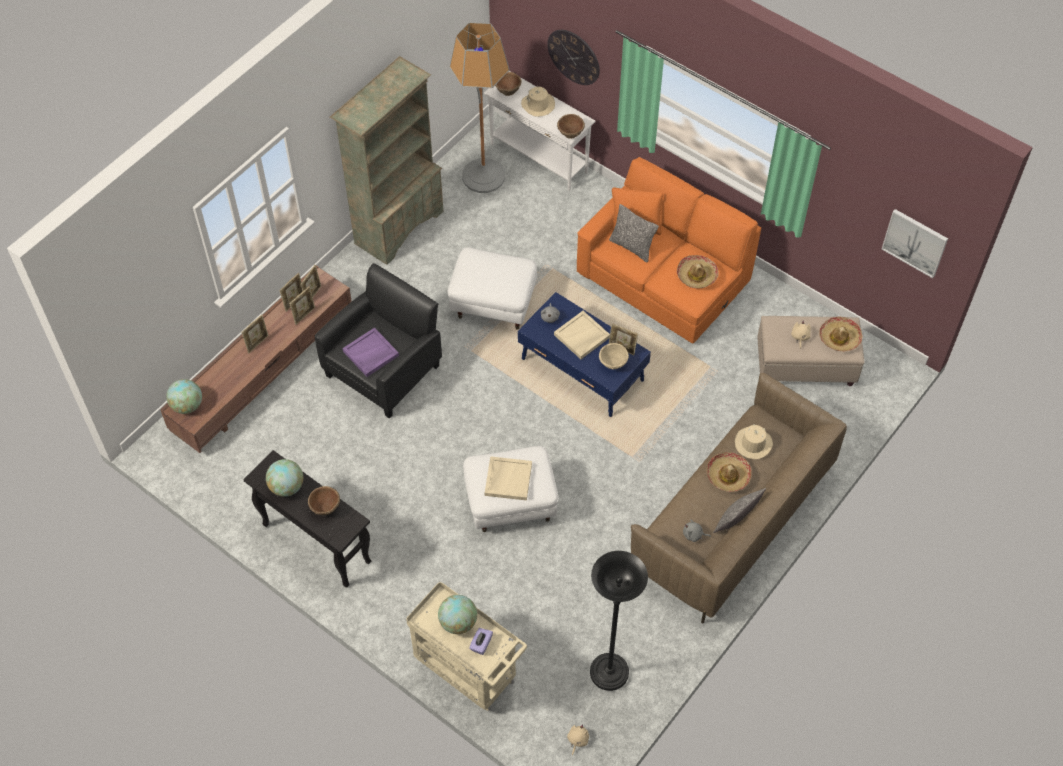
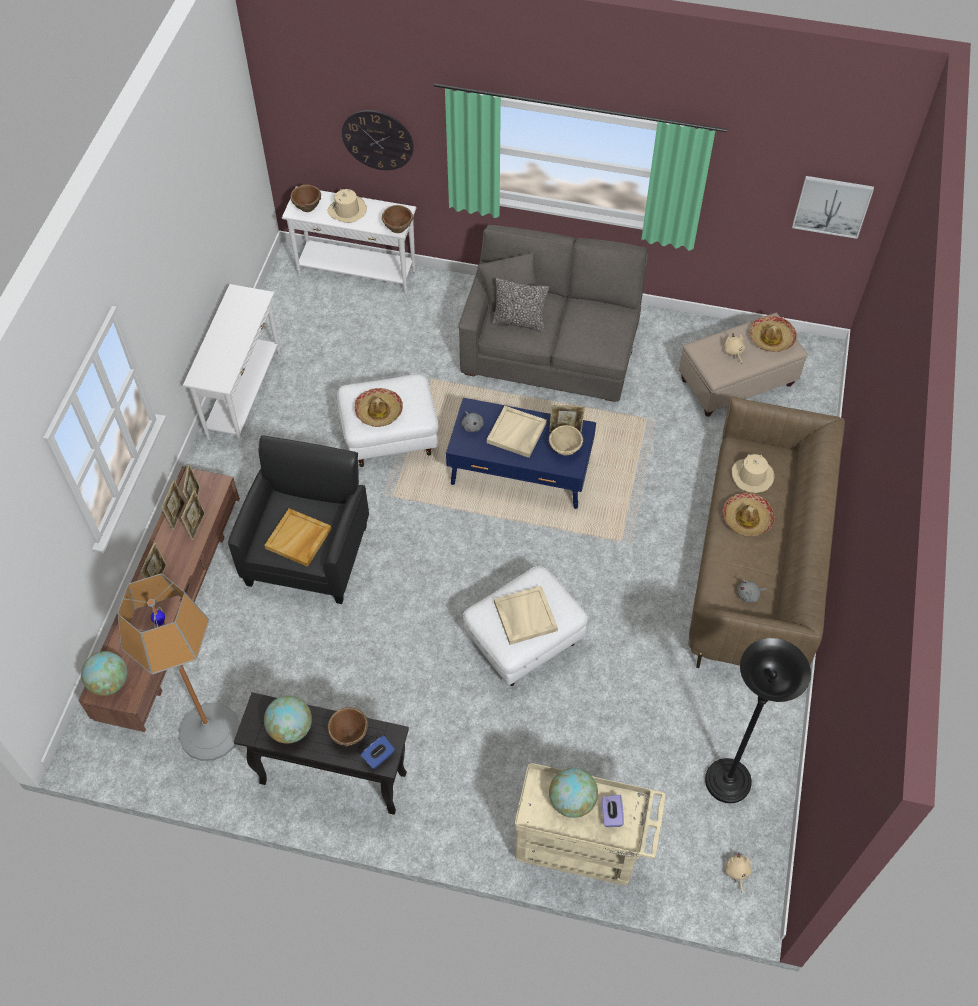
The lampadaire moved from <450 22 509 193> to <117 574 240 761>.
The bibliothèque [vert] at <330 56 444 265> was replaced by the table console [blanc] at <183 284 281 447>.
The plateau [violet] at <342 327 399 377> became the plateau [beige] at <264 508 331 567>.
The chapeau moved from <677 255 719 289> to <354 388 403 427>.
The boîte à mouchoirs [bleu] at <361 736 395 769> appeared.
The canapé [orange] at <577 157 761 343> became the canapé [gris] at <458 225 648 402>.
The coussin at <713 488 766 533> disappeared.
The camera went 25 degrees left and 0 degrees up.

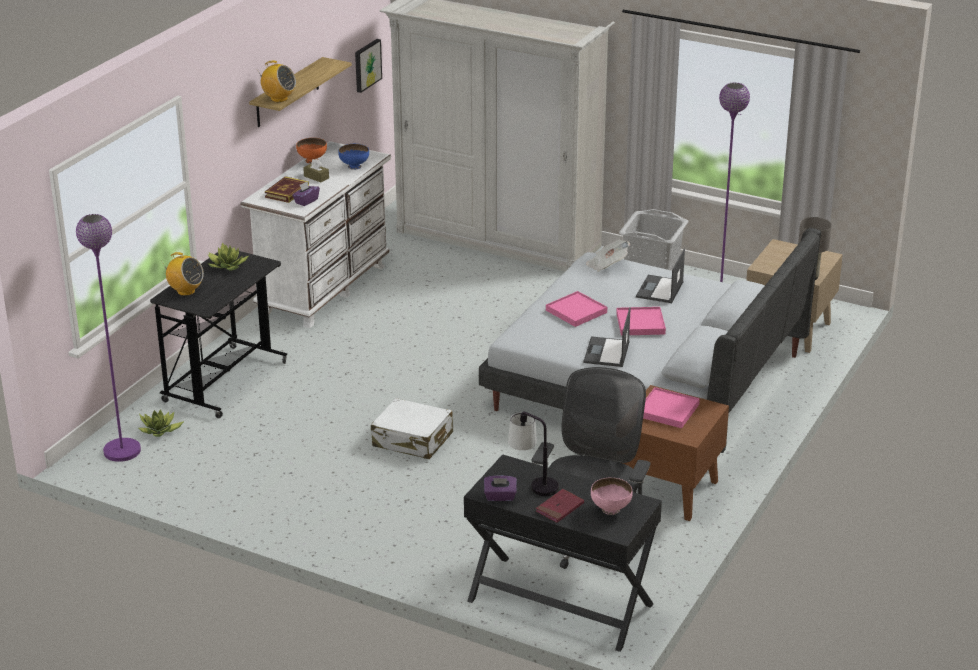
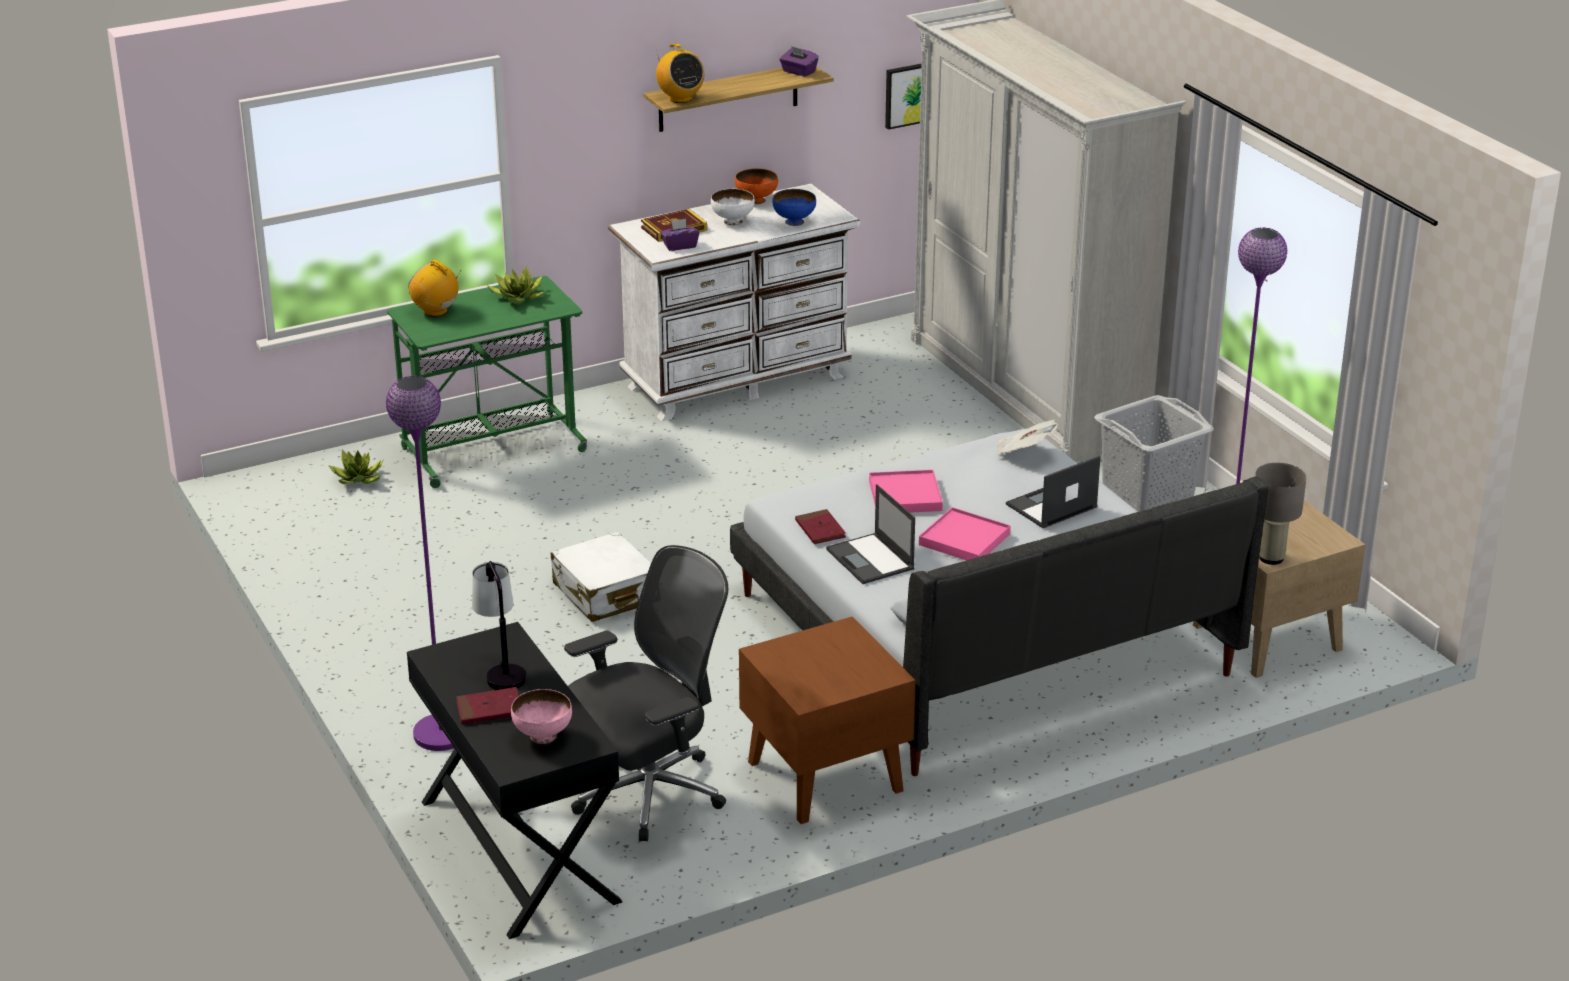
The lampadaire [violet] moved from <76 214 141 462> to <386 376 454 751>.
The bureau [noir] at <150 251 287 418> became the bureau [vert] at <387 276 587 488>.
The radio at <162 252 204 296> turned 150 degrees clockwise.
The boîte à mouchoirs [marron] at <303 159 329 182> was replaced by the bol [blanc] at <711 189 755 226>.
The boîte à mouchoirs [violet] moved from <484 475 517 501> to <780 46 819 77>.
The livre [rouge] at <795 509 846 544> appeared.
The ordinateur portable at <583 307 631 367> turned 75 degrees counterclockwise.
The plateau [rose] at <643 387 700 428> disappeared.
The camera went 35 degrees right and 0 degrees up.

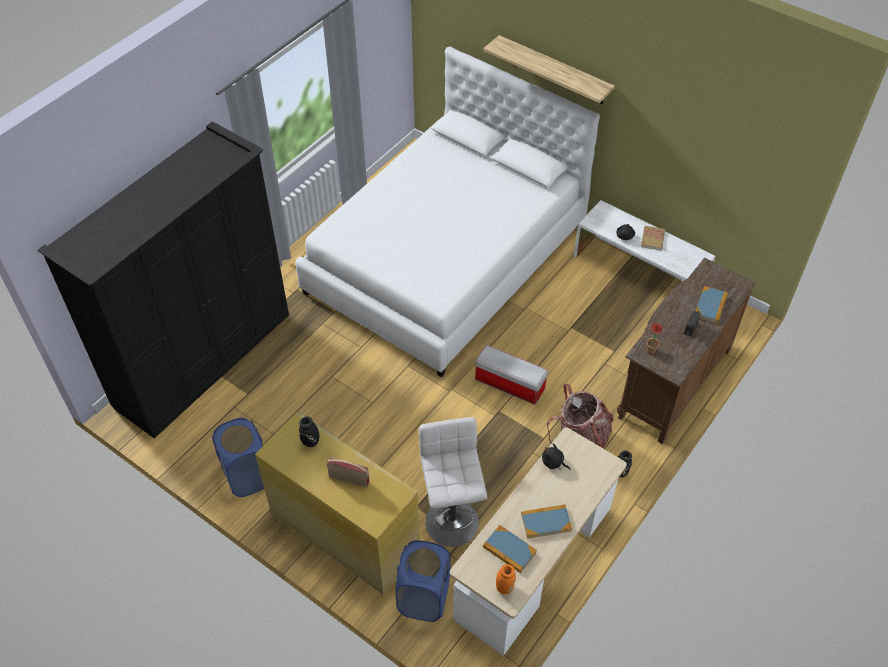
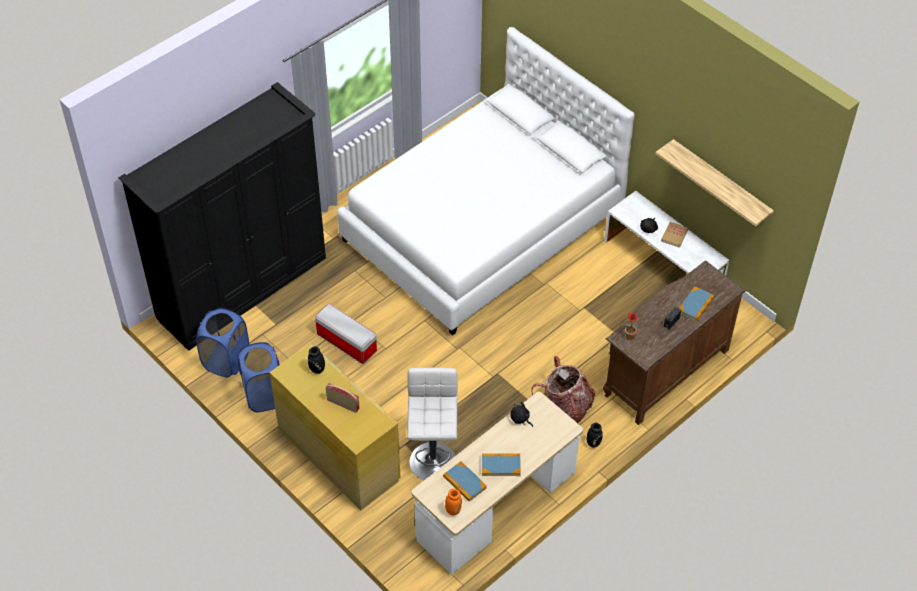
The panier à linge [bleu] moved from <395 540 451 622> to <196 308 249 378>.
The boîte de rangement moved from <475 345 548 405> to <315 304 377 364>.
The étagère moved from <483 35 615 104> to <656 139 774 226>.
The camera went 10 degrees right and 0 degrees up.

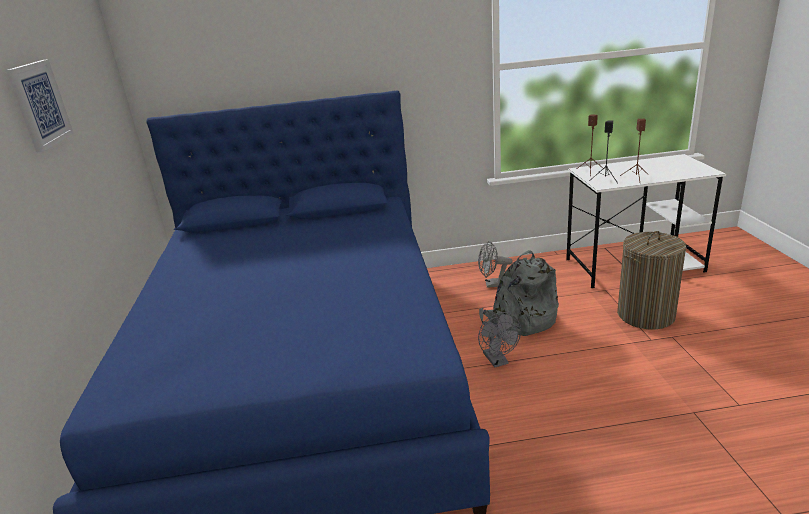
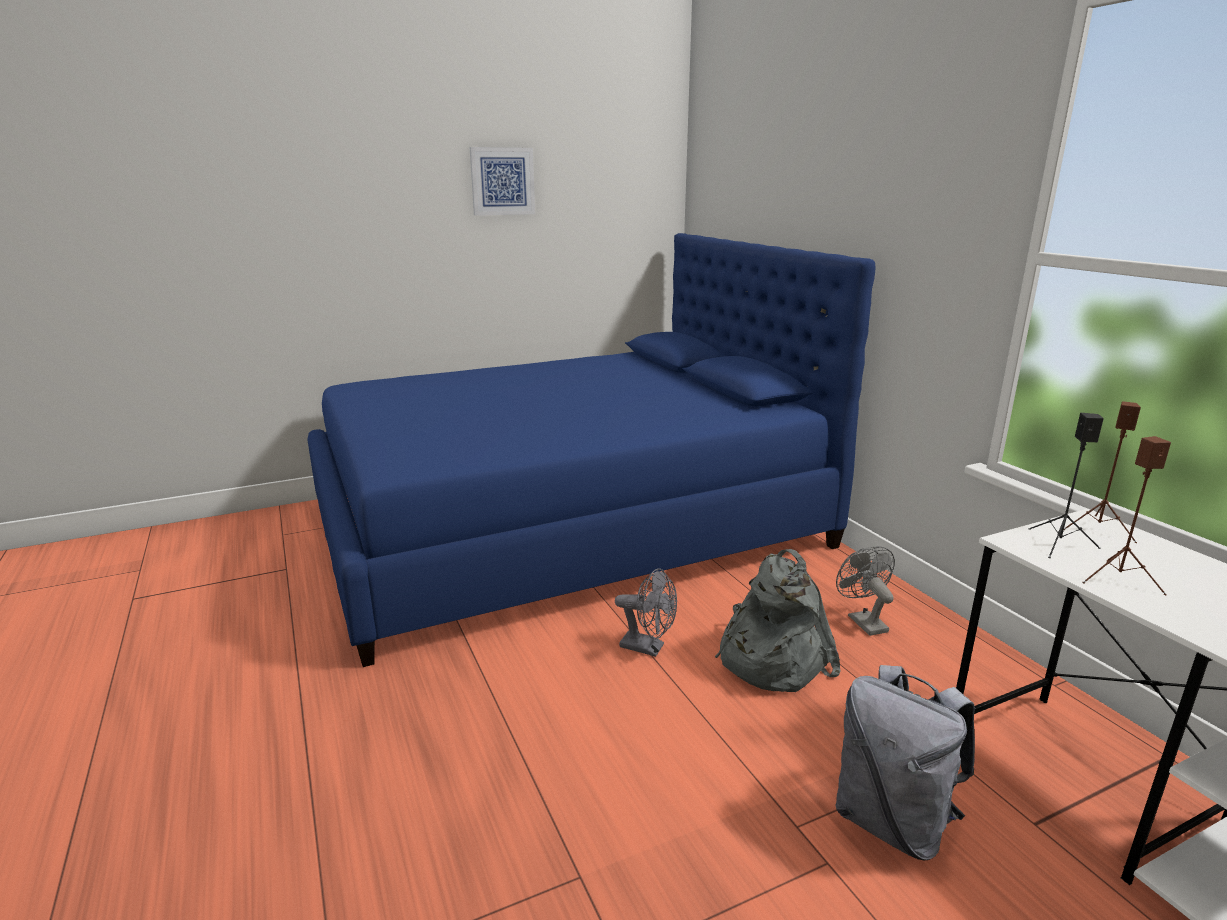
The ventilateur [gris] at <478 312 521 368> turned 120 degrees counterclockwise.
The panier à linge at <617 231 686 329> was replaced by the sac à dos [gris] at <835 665 975 860>.
The camera went 70 degrees right and 5 degrees down.

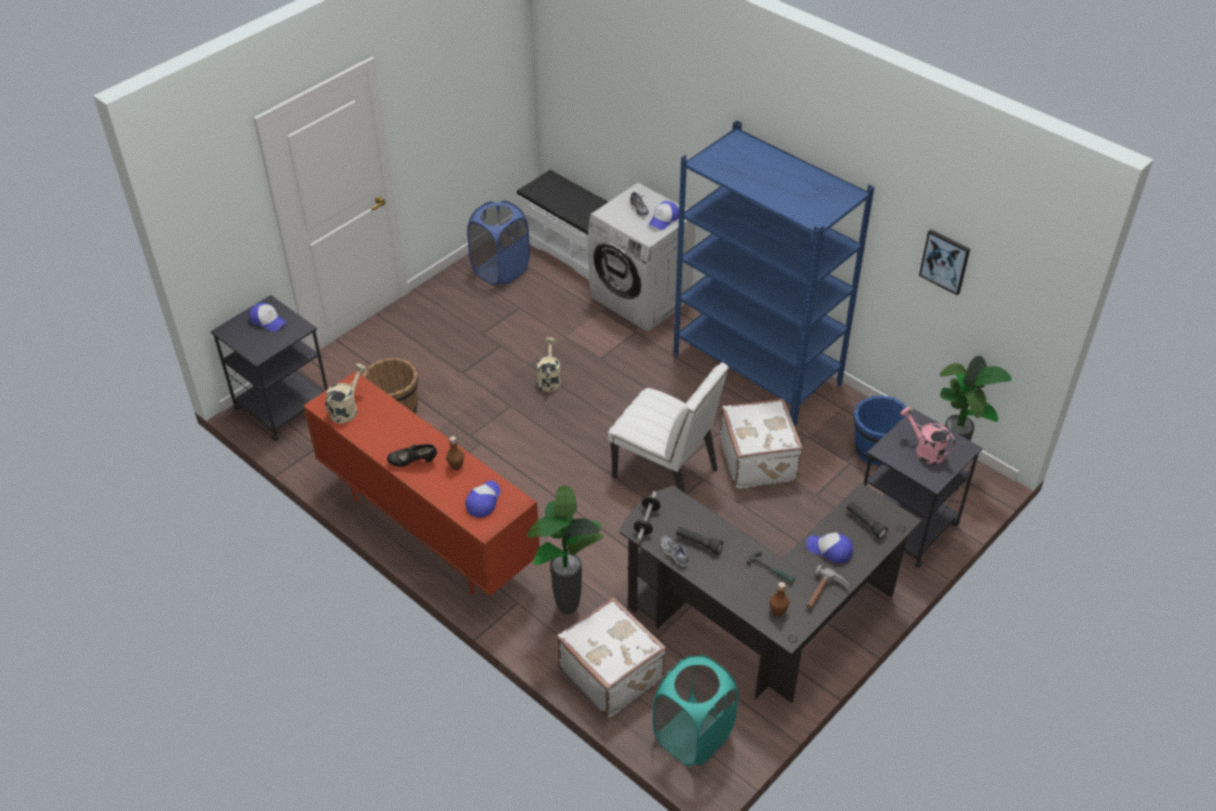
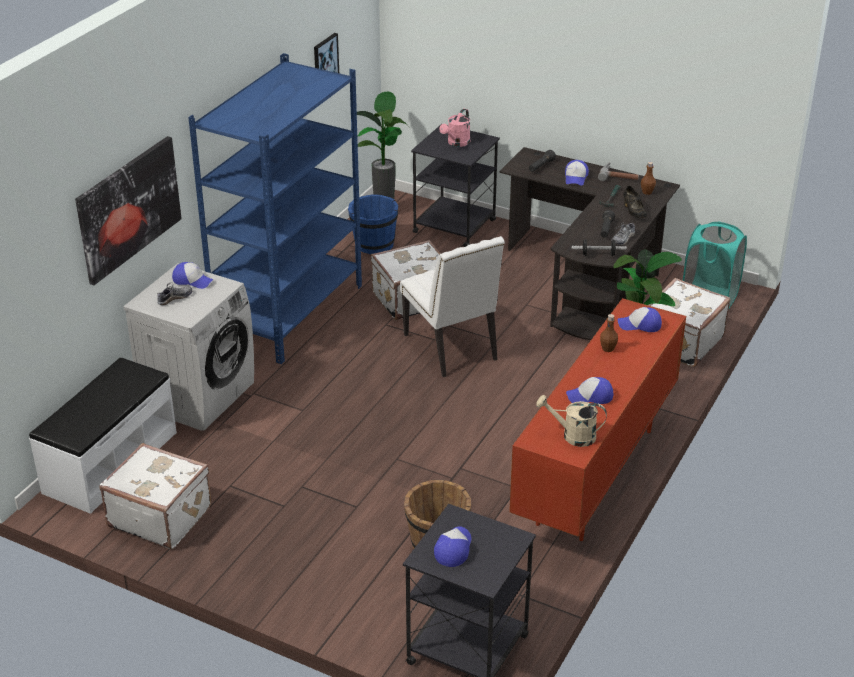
The tableau at <75 136 182 285> appeared.
The panier à linge [bleu] at <467 201 530 285> was replaced by the valise [blanc] at <99 443 211 549>.
The chaise [blanc] at <608 362 729 493> turned 135 degrees clockwise.
The casquette at <566 377 613 404> appeared.
The chaussure [noir] moved from <387 444 437 467> to <623 186 647 218>.
The arrosoir [beige] at <537 338 561 392> disappeared.
The camera went 105 degrees left and 10 degrees down.

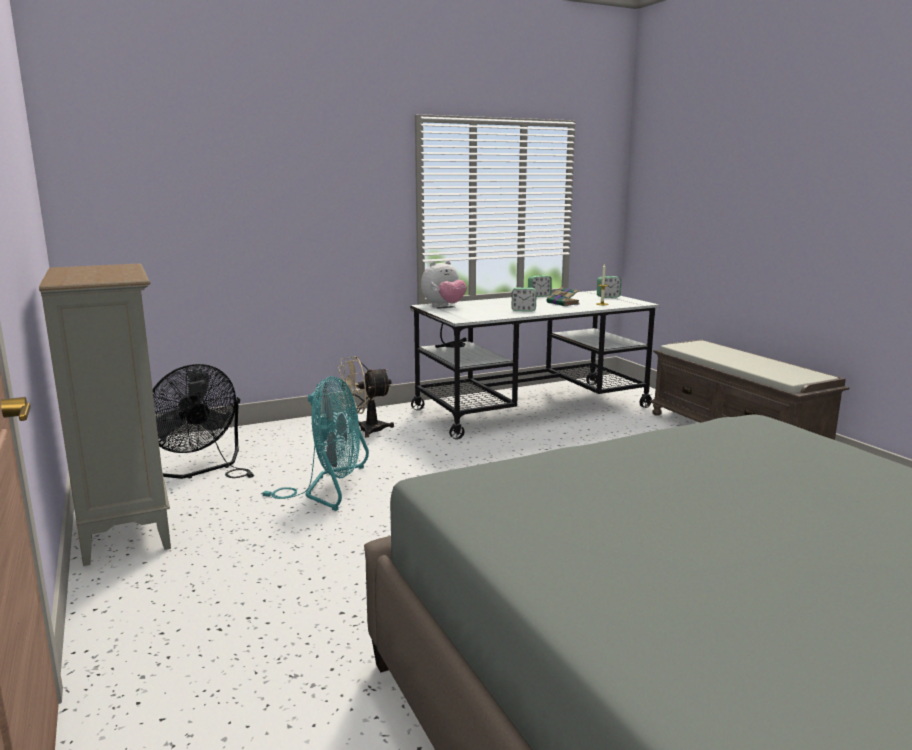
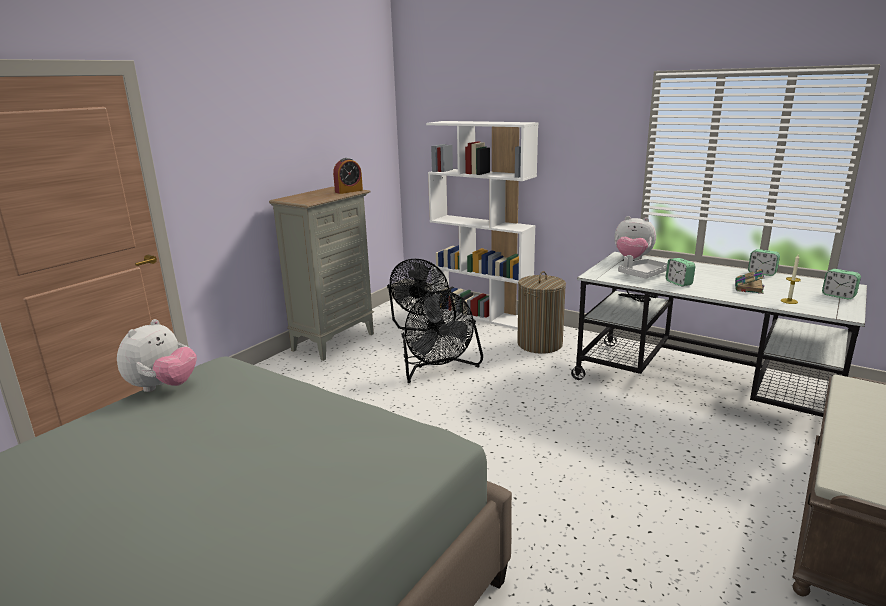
The peluche at <117 319 197 392> appeared.
The réveil at <333 158 363 194> appeared.
The ventilateur [turquoise] at <262 376 369 511> became the ventilateur [noir] at <401 291 483 383>.
The bibliothèque [blanc] at <426 121 538 329> appeared.
The ventilateur [beige] at <338 356 394 437> was replaced by the panier à linge at <517 271 566 354>.
The plateau [gris] at <618 255 667 279> appeared.
The camera went 60 degrees right and 5 degrees up.

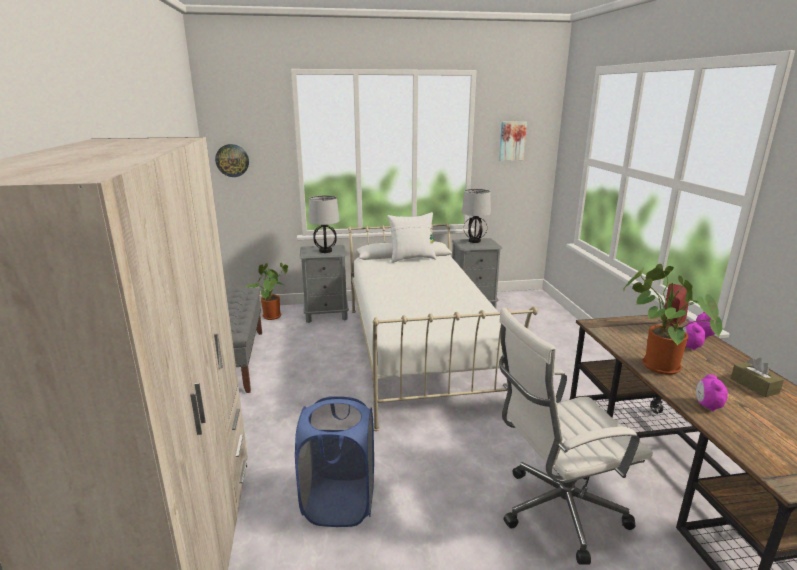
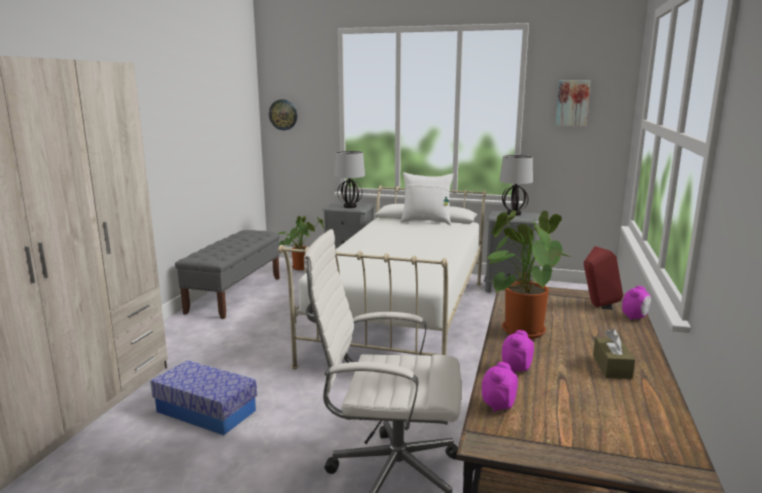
The panier à linge [bleu] at <295 396 374 527> was replaced by the boîte de rangement at <151 360 257 435>.
The réveil moved from <682 321 705 351> to <482 362 518 413>.
The camera went 25 degrees right and 5 degrees down.

